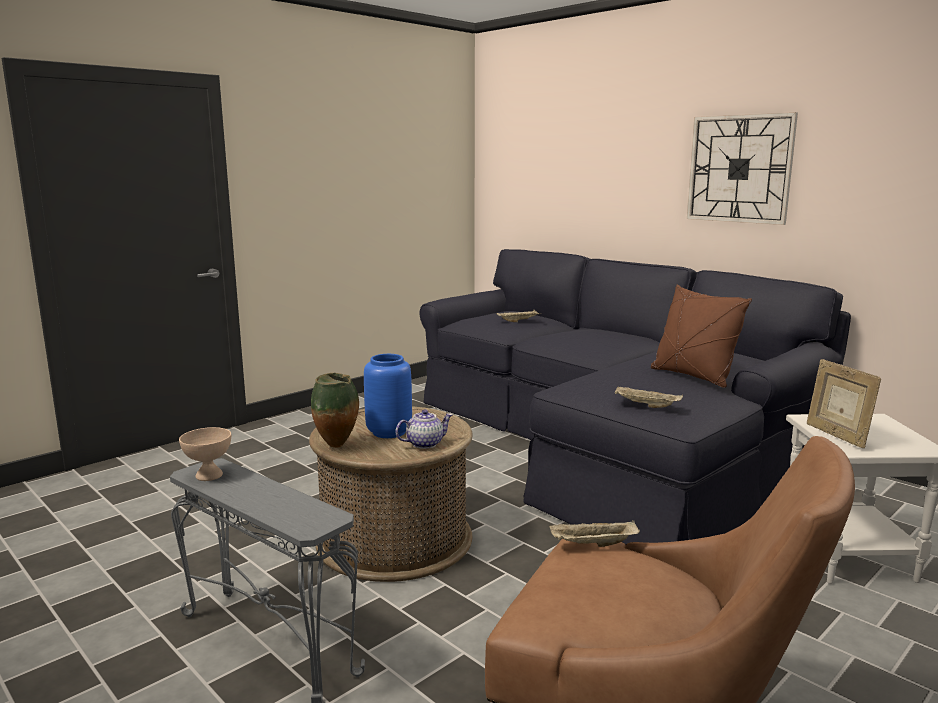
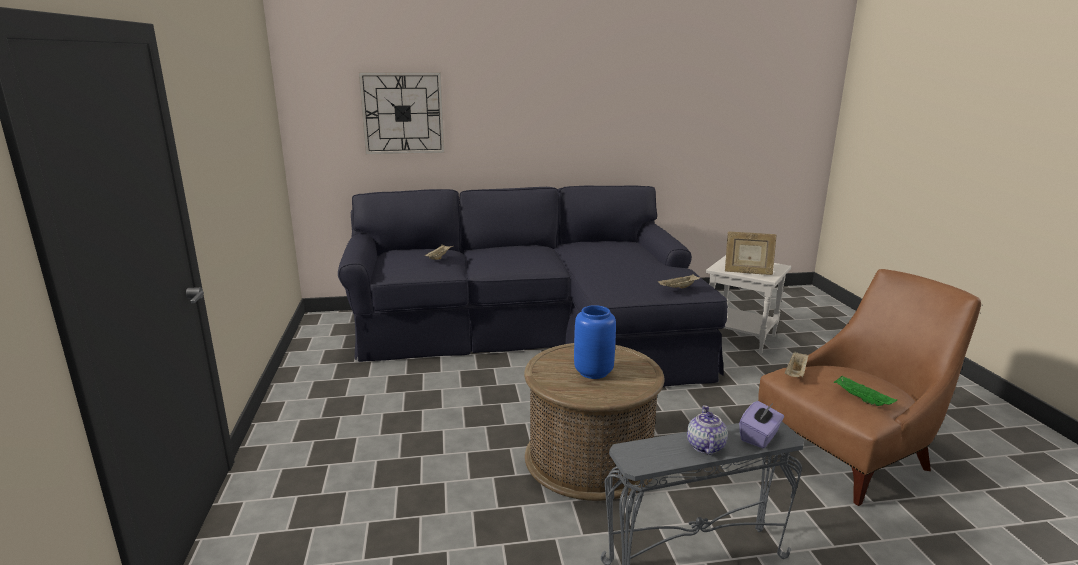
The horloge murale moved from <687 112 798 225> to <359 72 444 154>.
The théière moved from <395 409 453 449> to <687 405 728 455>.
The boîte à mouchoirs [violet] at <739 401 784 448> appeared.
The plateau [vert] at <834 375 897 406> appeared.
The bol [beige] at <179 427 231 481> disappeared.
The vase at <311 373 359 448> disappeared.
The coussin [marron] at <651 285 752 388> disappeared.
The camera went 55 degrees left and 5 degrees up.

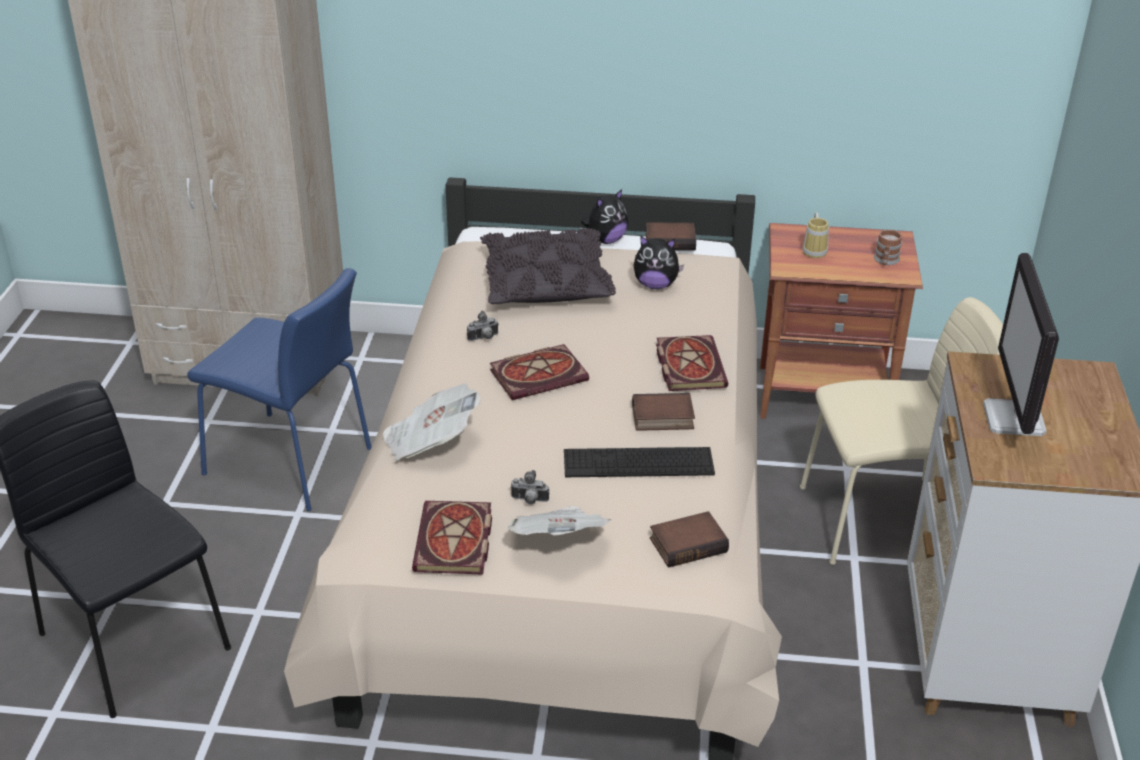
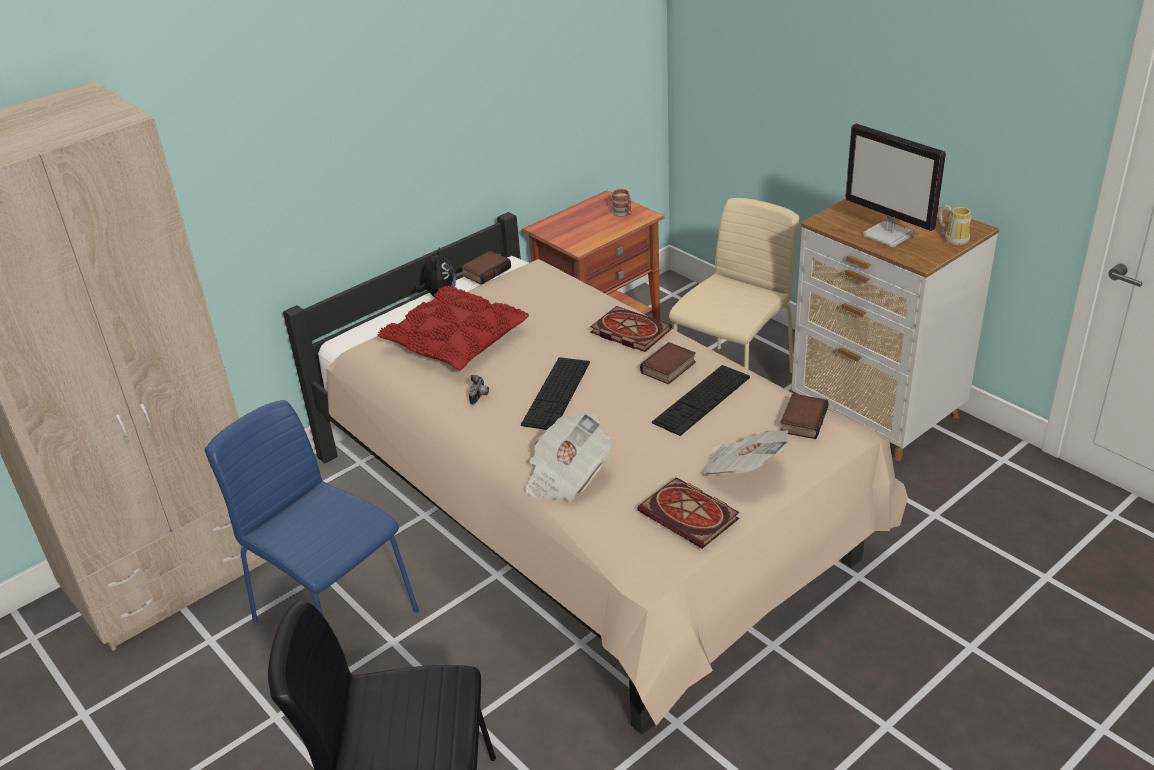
The chaise [bleu] at <187 268 372 511> turned 120 degrees counterclockwise.
The coussin [noir] at <480 227 616 304> became the coussin [rouge] at <378 286 529 370>.
The livre at <490 344 589 400> was replaced by the clavier at <521 357 590 430>.
The mug moved from <803 213 829 258> to <939 205 971 245>.
The appareil photo at <510 470 549 504> disappeared.
The peluche at <633 236 684 289> disappeared.
The camera went 45 degrees left and 0 degrees up.

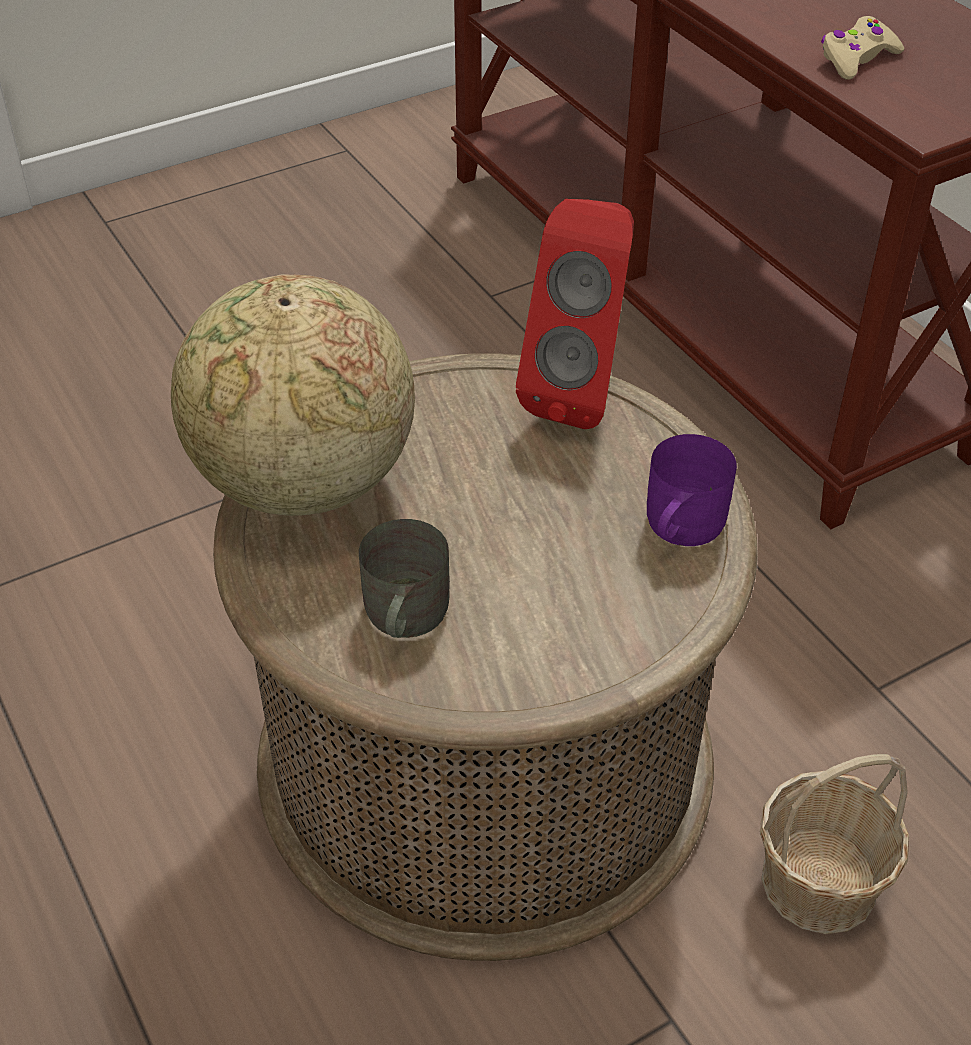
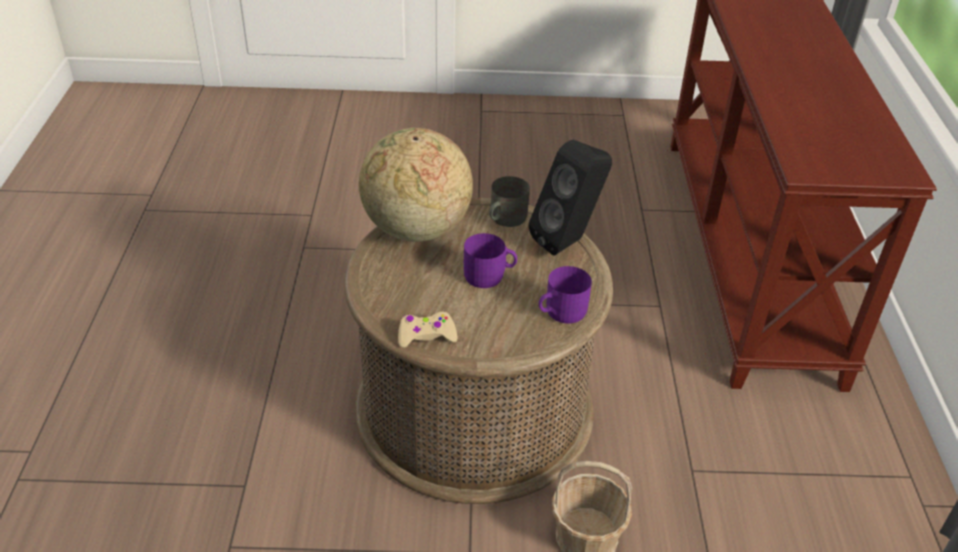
The manette [beige] moved from <821 16 904 80> to <398 312 458 348>.
The mug [violet] at <464 233 517 288> appeared.
The mug [gris] moved from <359 519 450 638> to <489 176 530 227>.
The enceinte [rouge] at <516 199 634 429> became the enceinte [noir] at <529 140 612 256>.
The camera went 30 degrees right and 5 degrees down.

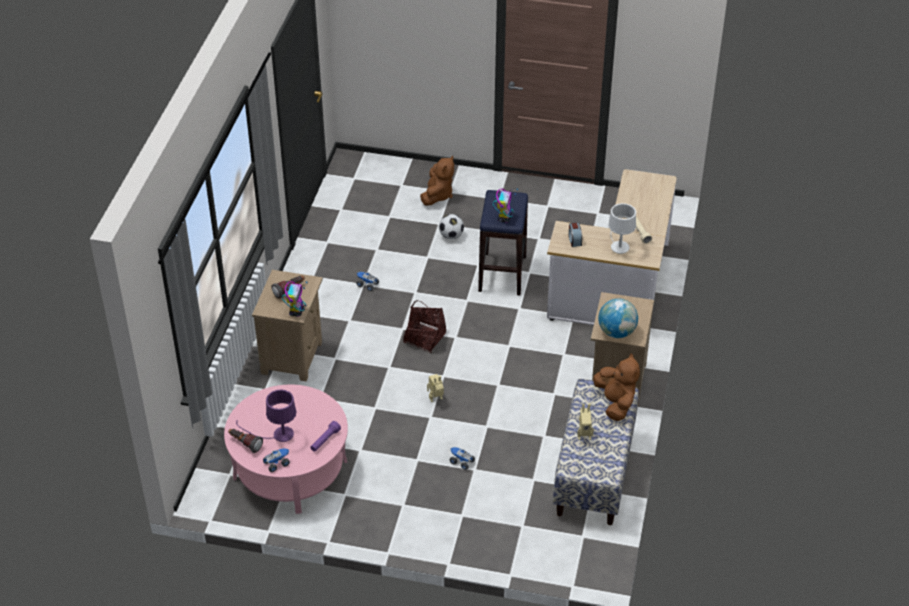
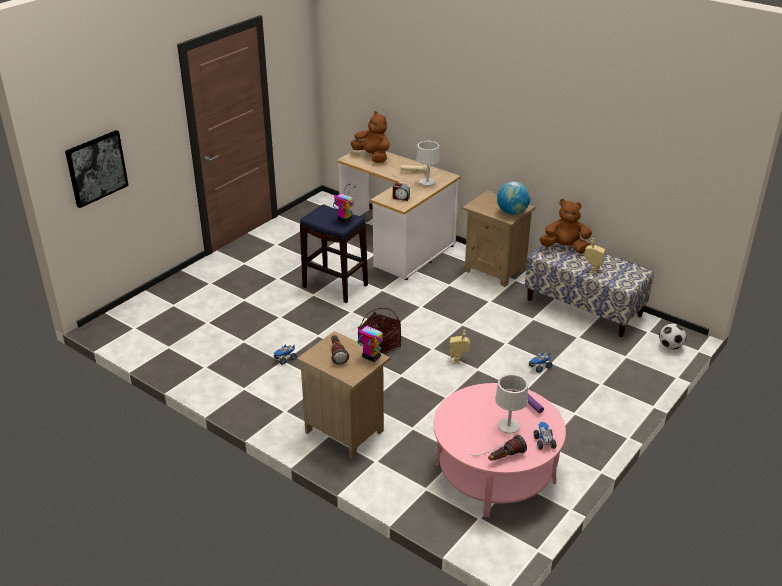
The tableau at <65 130 129 208> appeared.
The peluche [marron] moved from <420 156 454 206> to <351 111 390 163>.
The lampe de table [violet] at <236 389 297 442> became the lampe de table [blanc] at <471 374 528 456>.
The ballon de foot moved from <439 214 464 239> to <659 323 686 350>.
The camera went 65 degrees left and 10 degrees down.

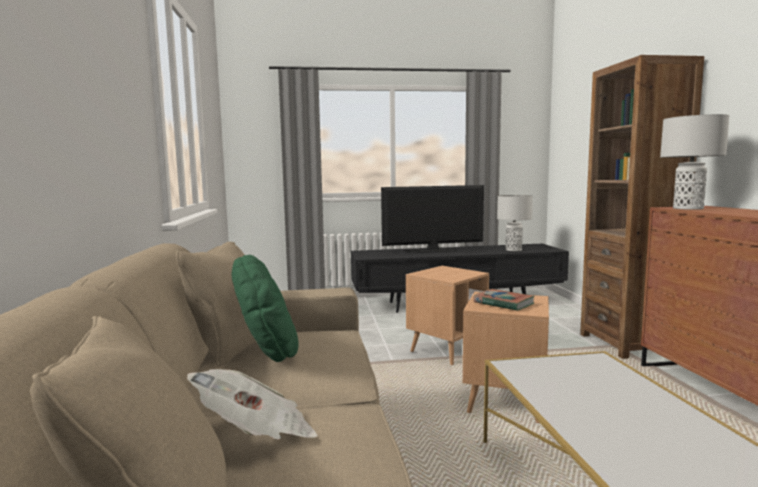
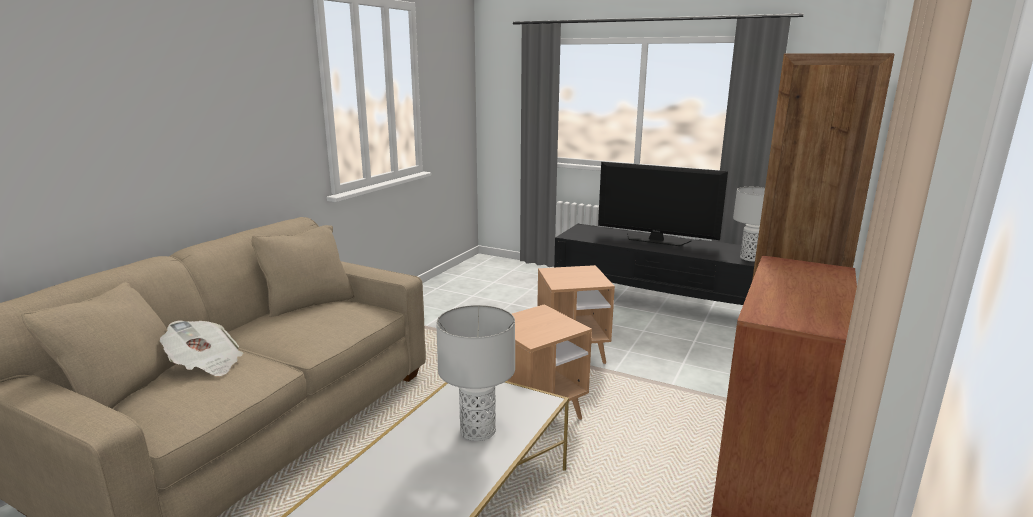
The lampe de table [blanc] moved from <660 114 729 210> to <436 305 515 441>.
The coussin [vert] at <232 255 299 362> disappeared.
The livre at <473 289 535 311> disappeared.
The camera went 35 degrees right and 10 degrees up.

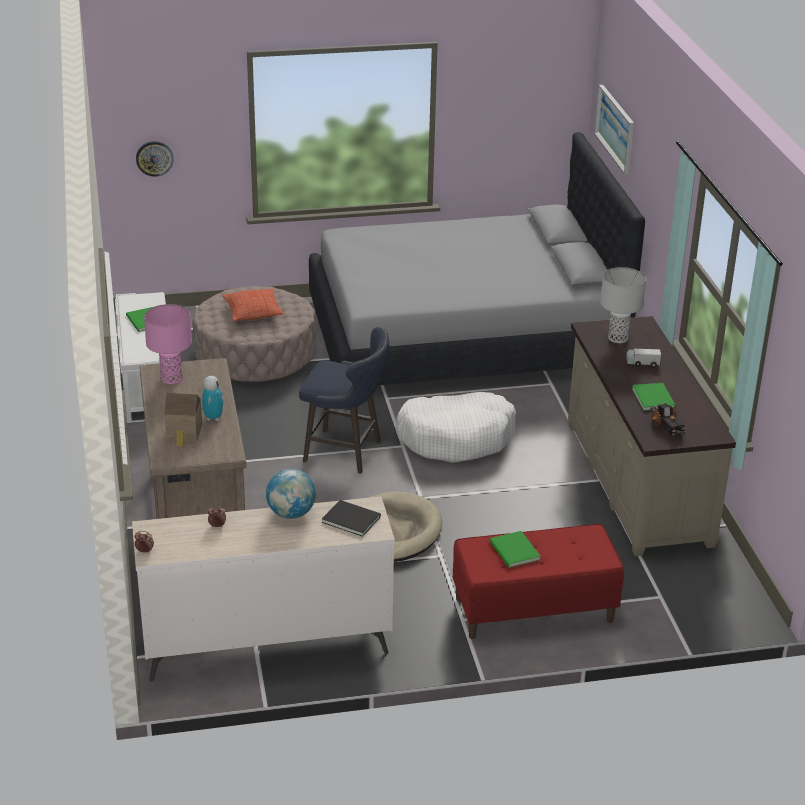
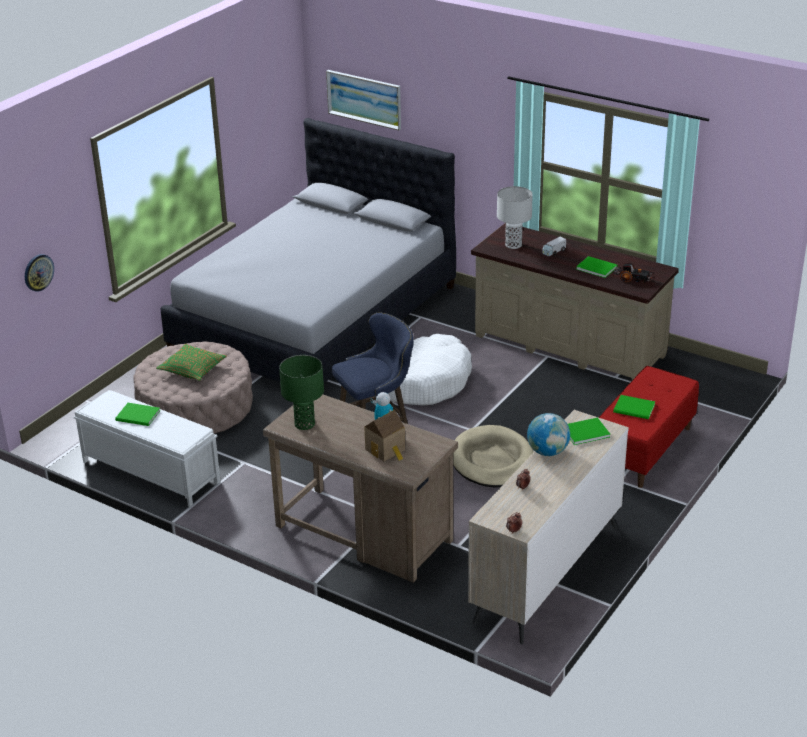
The coussin [orange] at <222 288 284 321> became the coussin [vert] at <156 344 227 381>.
The lampe de table [rose] at <144 304 192 384> became the lampe de table [vert] at <279 355 324 430>.
The livre [noir] at <322 500 381 537> became the livre [vert] at <568 418 610 445>.
The camera went 45 degrees left and 0 degrees up.

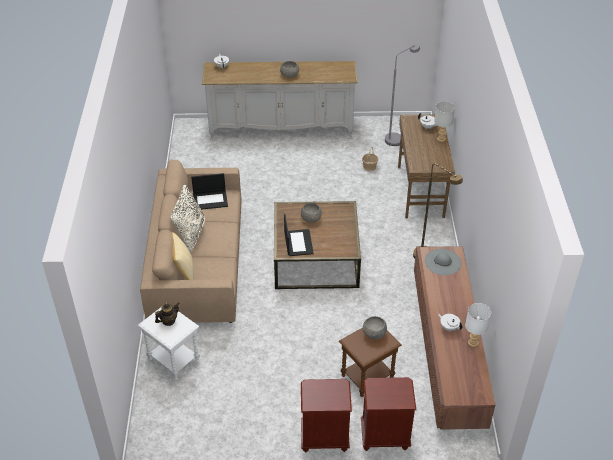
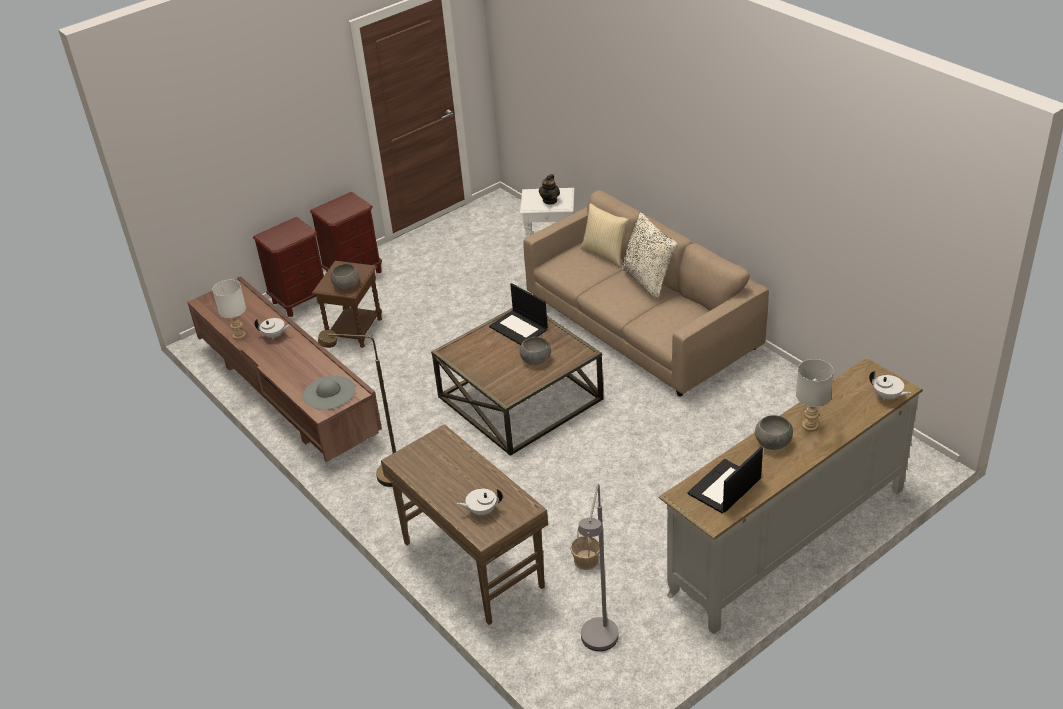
The ordinateur portable moved from <191 173 228 210> to <687 447 763 514>.
The lampe de table [gris] moved from <434 101 455 142> to <796 359 834 432>.
The camera went 145 degrees right and 5 degrees down.

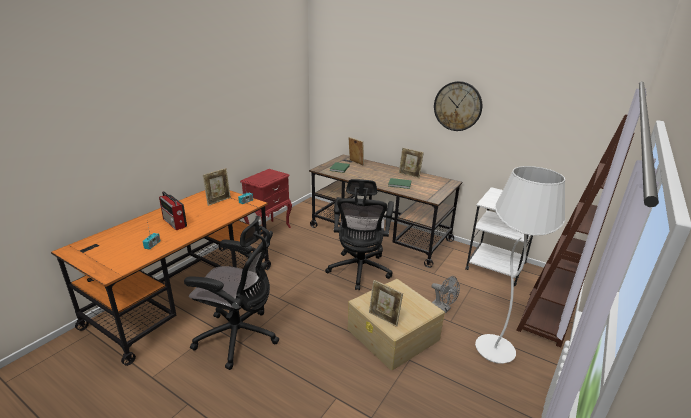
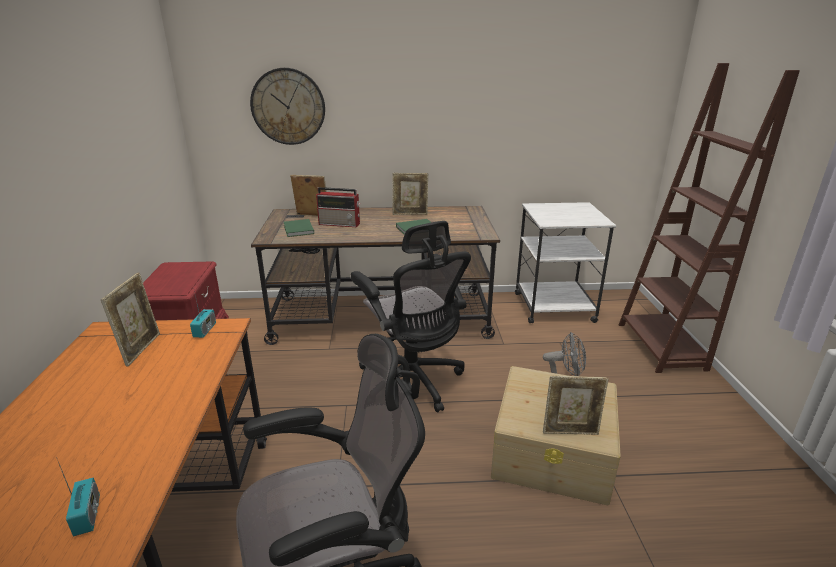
The horloge murale moved from <434 81 482 131> to <250 68 325 145>.
The radio moved from <159 191 187 230> to <316 187 360 227>.
The lampadaire [blanc] at <475 166 565 364> disappeared.
The camera went 35 degrees left and 0 degrees up.

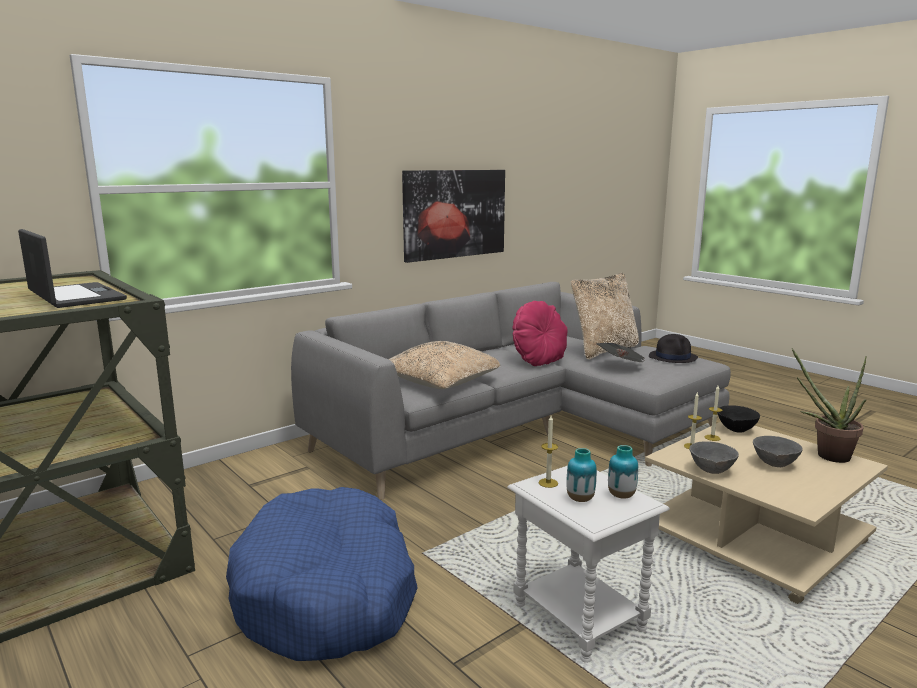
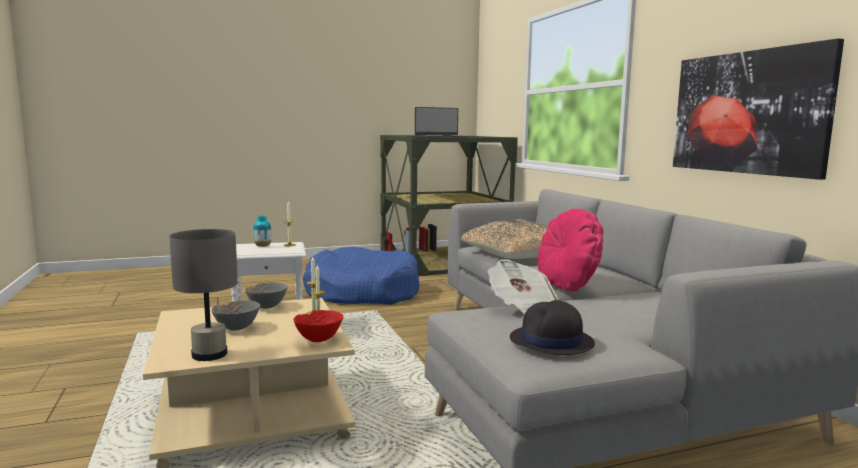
The plante en pot at <792 348 866 463> was replaced by the lampe de table [gris] at <170 229 238 361>.
The bol [noir] at <717 405 760 433> became the bol [rouge] at <293 310 343 342>.
The coussin [beige] at <570 273 639 359> disappeared.
The vase at <608 445 638 499> disappeared.
The camera went 110 degrees right and 5 degrees down.

